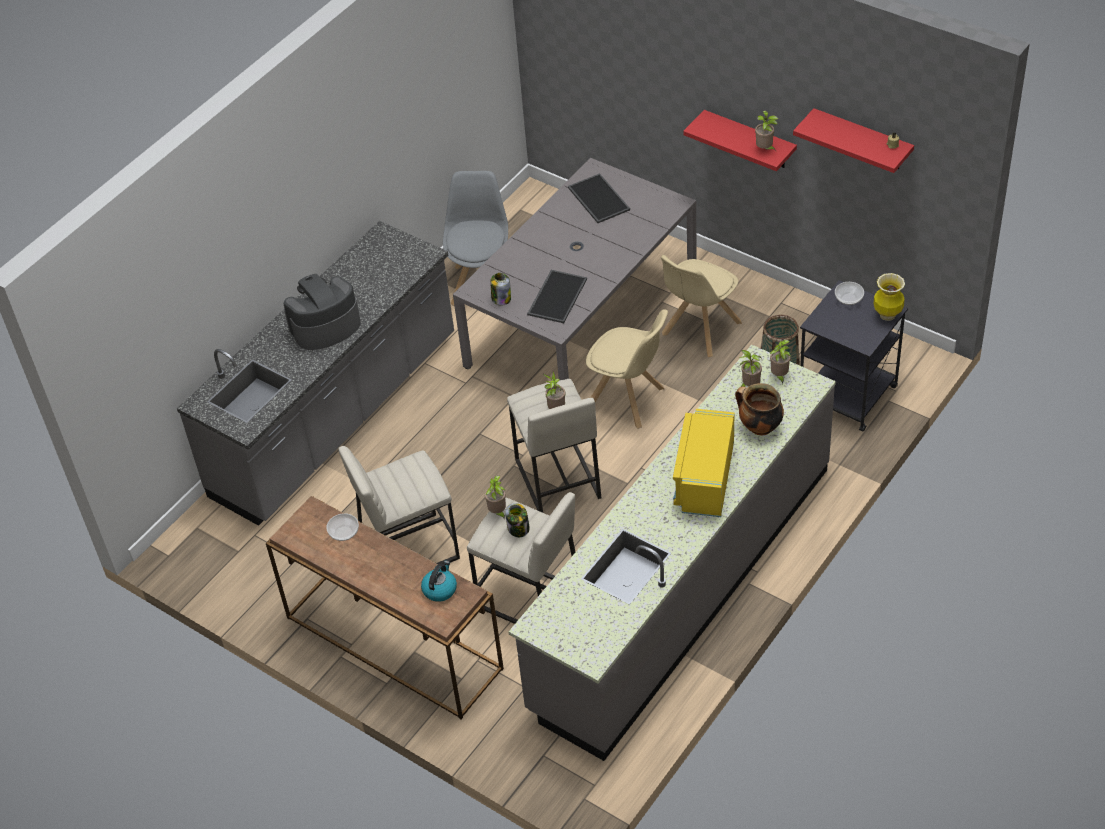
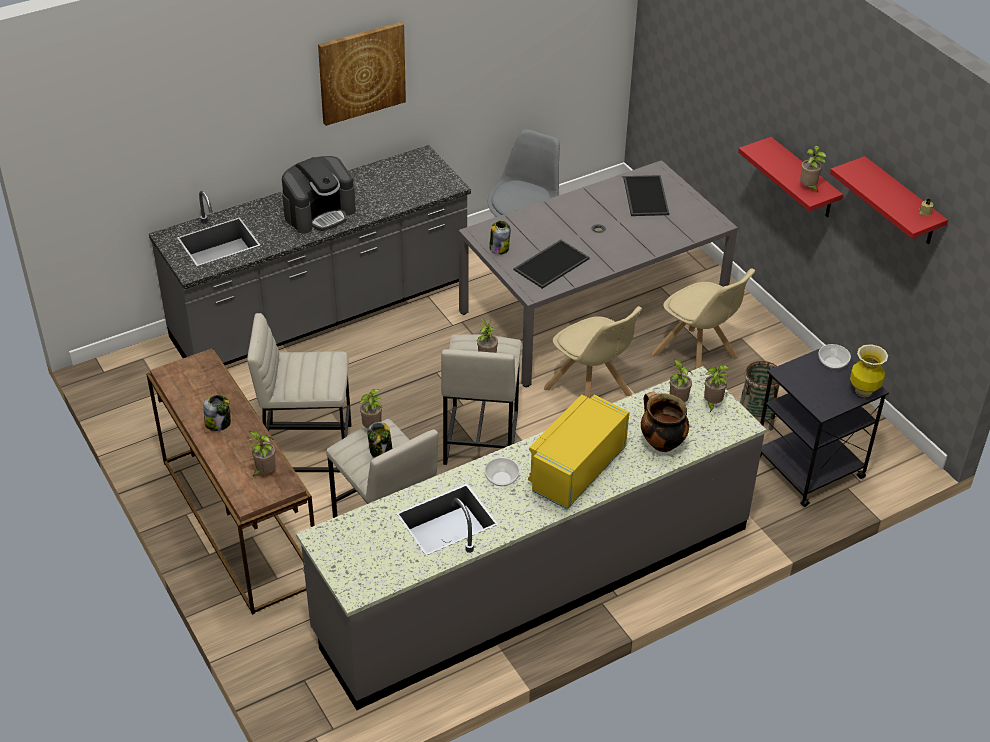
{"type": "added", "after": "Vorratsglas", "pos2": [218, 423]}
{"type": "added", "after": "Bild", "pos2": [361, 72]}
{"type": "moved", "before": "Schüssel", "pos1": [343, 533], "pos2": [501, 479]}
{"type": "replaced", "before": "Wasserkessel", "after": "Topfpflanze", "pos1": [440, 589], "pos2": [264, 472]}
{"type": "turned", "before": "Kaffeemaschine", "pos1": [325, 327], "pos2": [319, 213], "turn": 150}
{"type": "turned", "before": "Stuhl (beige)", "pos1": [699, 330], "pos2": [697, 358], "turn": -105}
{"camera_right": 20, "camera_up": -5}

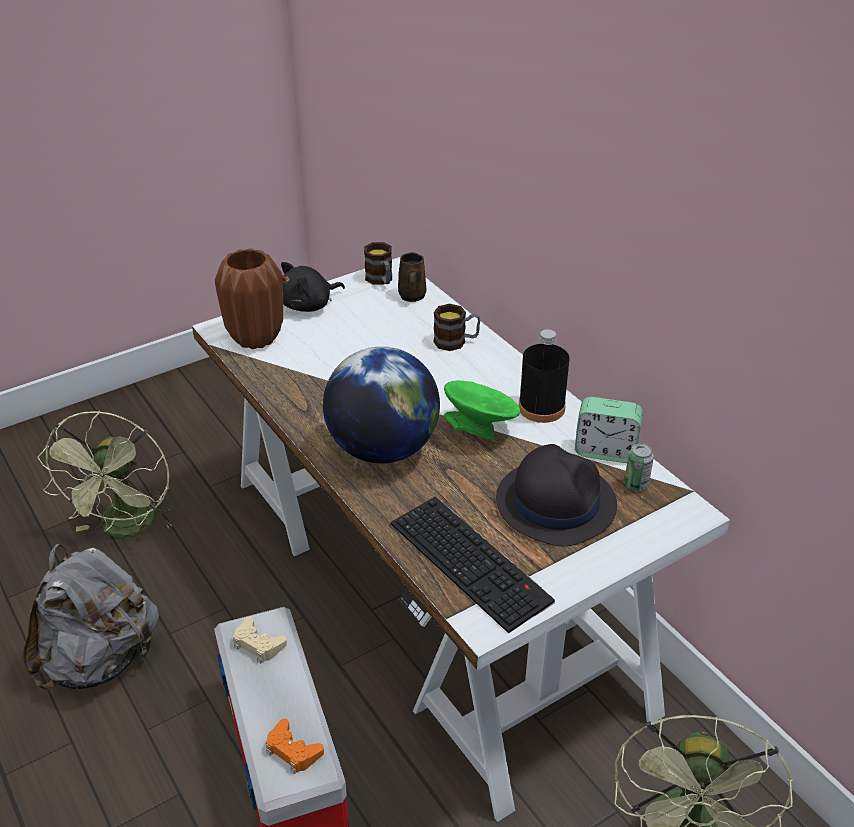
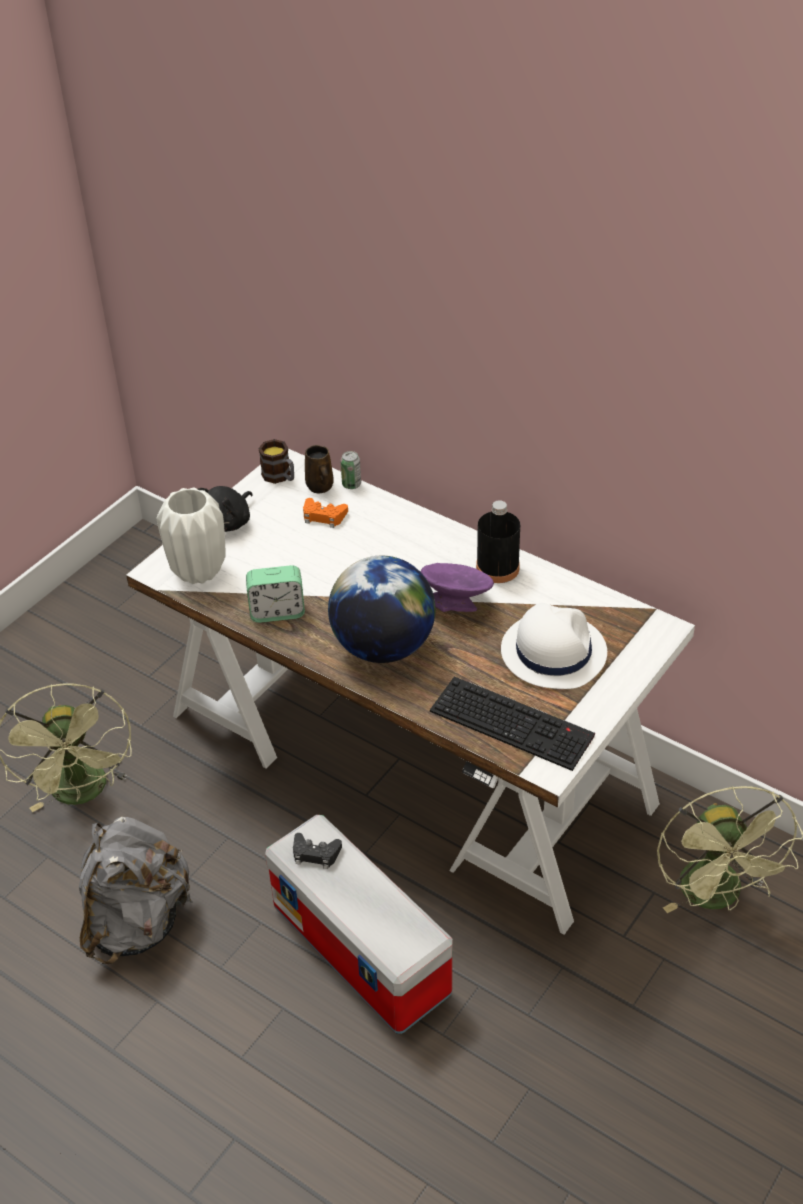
{"type": "removed", "before": "Henkelbecher", "pos1": [456, 342]}
{"type": "moved", "before": "Gamepad (orange)", "pos1": [293, 751], "pos2": [324, 516]}
{"type": "moved", "before": "Wecker", "pos1": [605, 451], "pos2": [277, 612]}
{"type": "moved", "before": "Dose", "pos1": [636, 484], "pos2": [351, 484]}
{"type": "recoloured", "before": "Vase (braun)", "after": "Vase (weiß)", "pos1": [256, 337], "pos2": [198, 570]}
{"type": "recoloured", "before": "Gamepad (beige)", "after": "Gamepad (schwarz)", "pos1": [258, 644], "pos2": [315, 854]}
{"type": "recoloured", "before": "Schüssel (grün)", "after": "Schüssel (lila)", "pos1": [479, 429], "pos2": [455, 604]}
{"type": "recoloured", "before": "Hut (schwarz)", "after": "Hut (weiß)", "pos1": [555, 502], "pos2": [553, 651]}
{"camera_right": -20, "camera_up": 5}

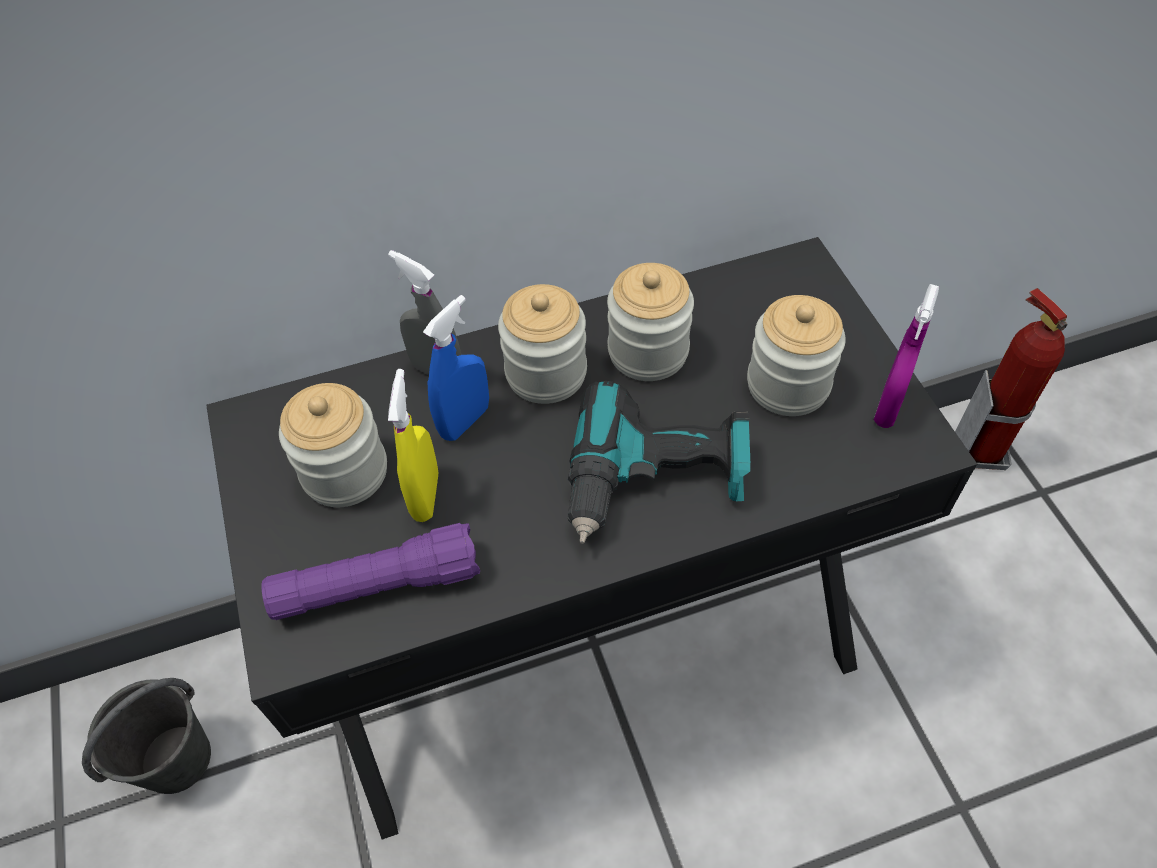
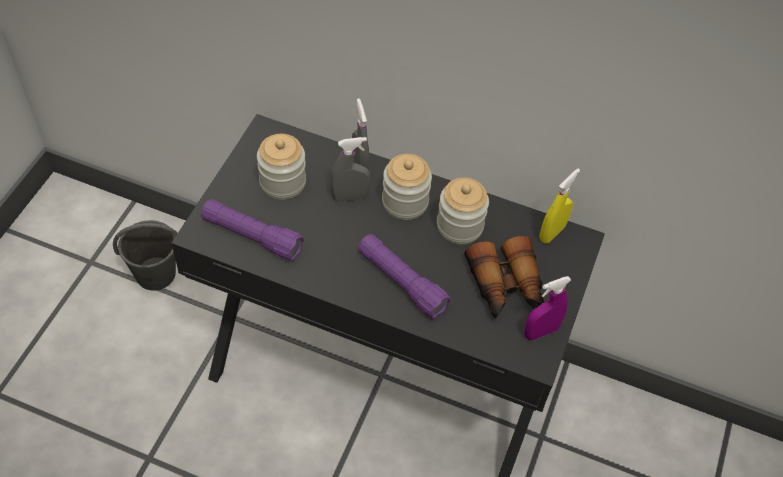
{"type": "removed", "before": "Feuerlöscher", "pos1": [980, 449]}
{"type": "moved", "before": "Sprühflasche (gelb)", "pos1": [426, 496], "pos2": [552, 233]}
{"type": "replaced", "before": "Bohrmaschine", "after": "Taschenlampe (lila)", "pos1": [656, 481], "pos2": [401, 282]}
{"type": "replaced", "before": "Vorratsglas", "after": "Fernglas", "pos1": [788, 384], "pos2": [506, 287]}
{"type": "recoloured", "before": "Sprühflasche (blau)", "after": "Sprühflasche (grau)", "pos1": [465, 421], "pos2": [350, 197]}
{"camera_right": 35, "camera_up": 0}

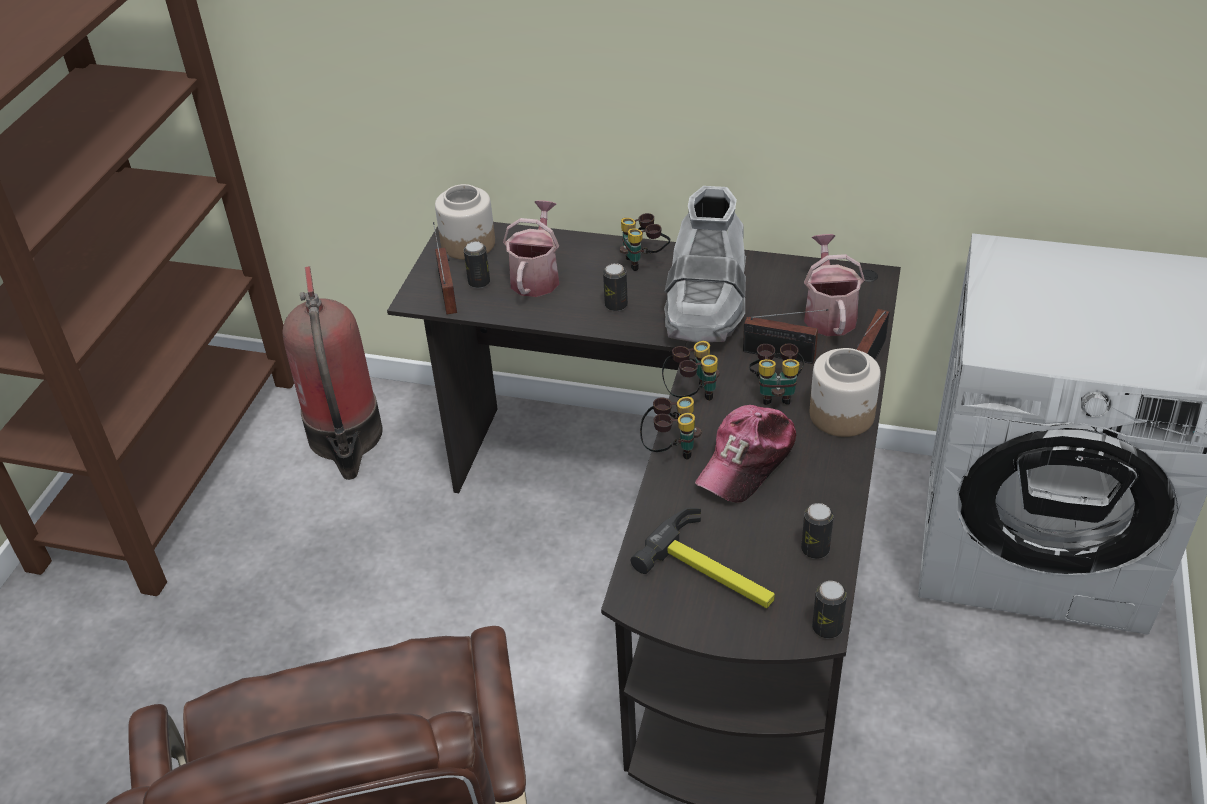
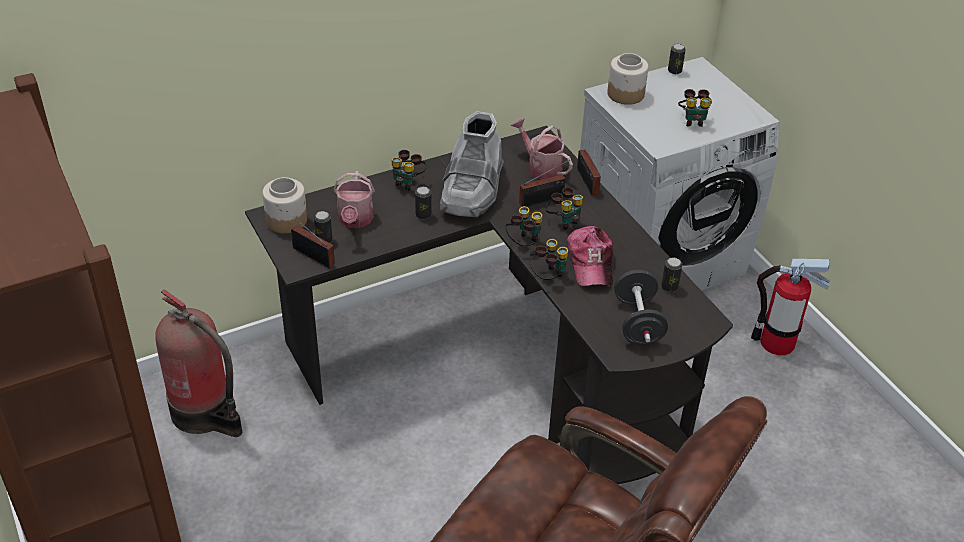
{"type": "added", "after": "Fernglas", "pos2": [693, 120]}
{"type": "added", "after": "Feuerlöscher", "pos2": [777, 343]}
{"type": "moved", "before": "Vorratsglas", "pos1": [842, 415], "pos2": [626, 94]}
{"type": "moved", "before": "Dose", "pos1": [827, 628], "pos2": [674, 71]}
{"type": "replaced", "before": "Hammer", "after": "Hantel (schwarz)", "pos1": [714, 571], "pos2": [638, 322]}
{"type": "turned", "before": "Gießkanne", "pos1": [536, 276], "pos2": [355, 220], "turn": -150}
{"type": "turned", "before": "Stiefel (grau)", "pos1": [706, 304], "pos2": [472, 191], "turn": 45}
{"camera_right": -45, "camera_up": 0}

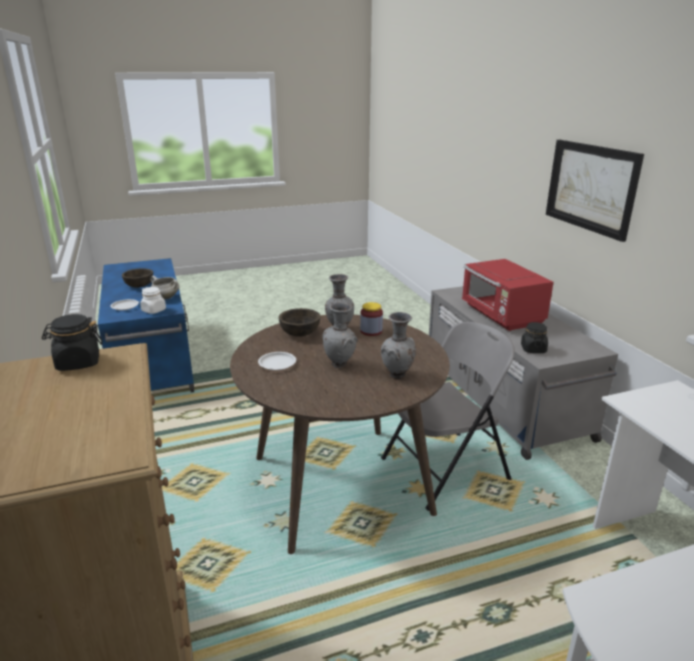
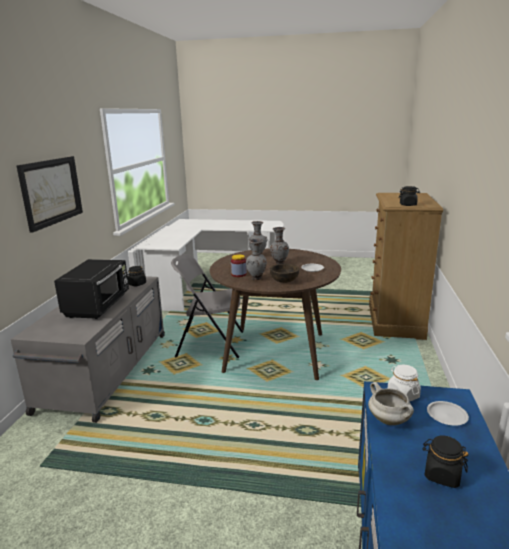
{"type": "replaced", "before": "Schüssel (braun)", "after": "Vorratsglas (schwarz)", "pos1": [139, 286], "pos2": [442, 475]}
{"type": "recoloured", "before": "Mikrowelle (rot)", "after": "Mikrowelle (schwarz)", "pos1": [501, 316], "pos2": [98, 306]}
{"camera_right": -150, "camera_up": -5}

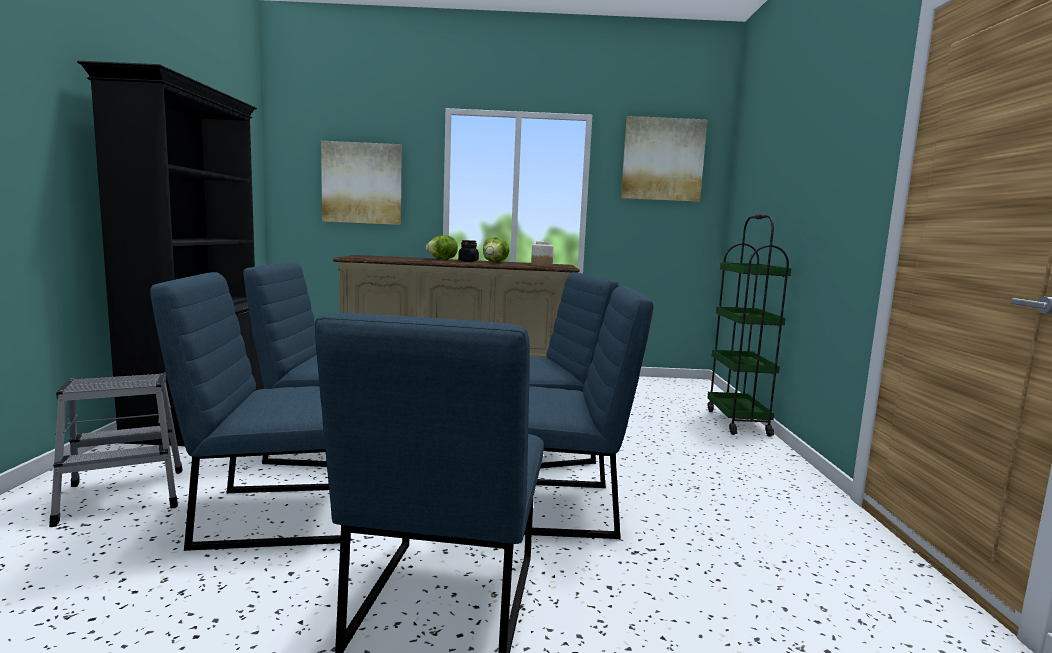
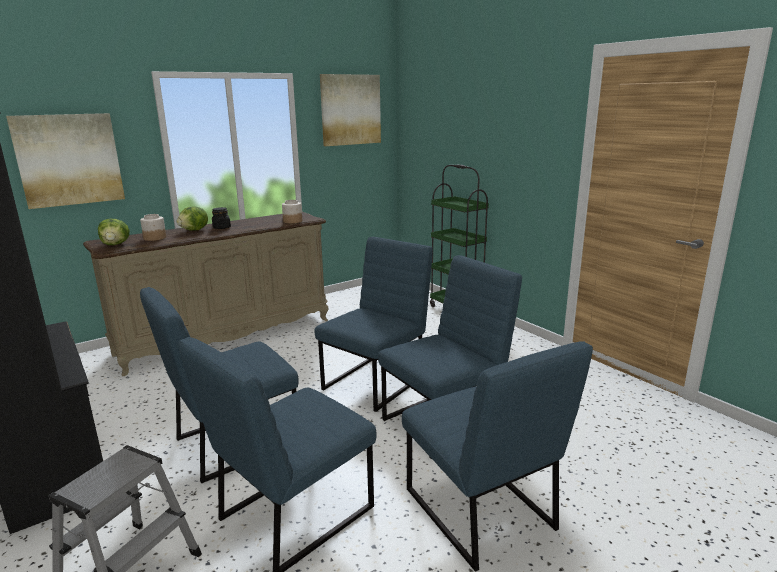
{"type": "added", "after": "Vorratsglas", "pos2": [154, 238]}
{"type": "moved", "before": "Salatkopf", "pos1": [495, 262], "pos2": [116, 244]}
{"camera_right": -35, "camera_up": 10}

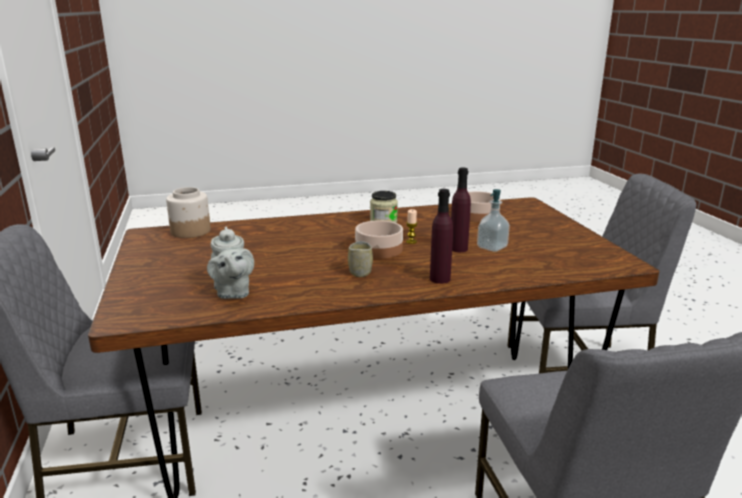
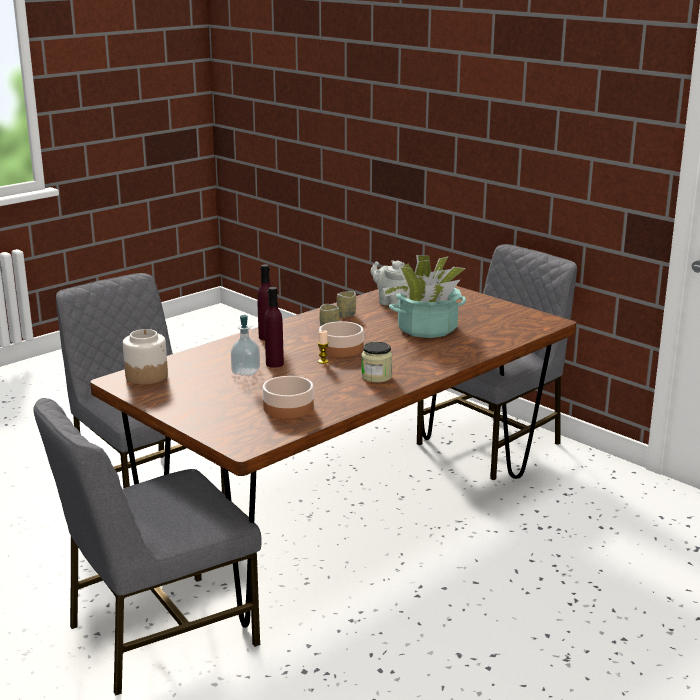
{"type": "added", "after": "Tasse", "pos2": [346, 315]}
{"type": "added", "after": "Topfpflanze", "pos2": [427, 328]}
{"type": "moved", "before": "Vorratsglas", "pos1": [190, 231], "pos2": [146, 376]}
{"camera_right": 150, "camera_up": 0}

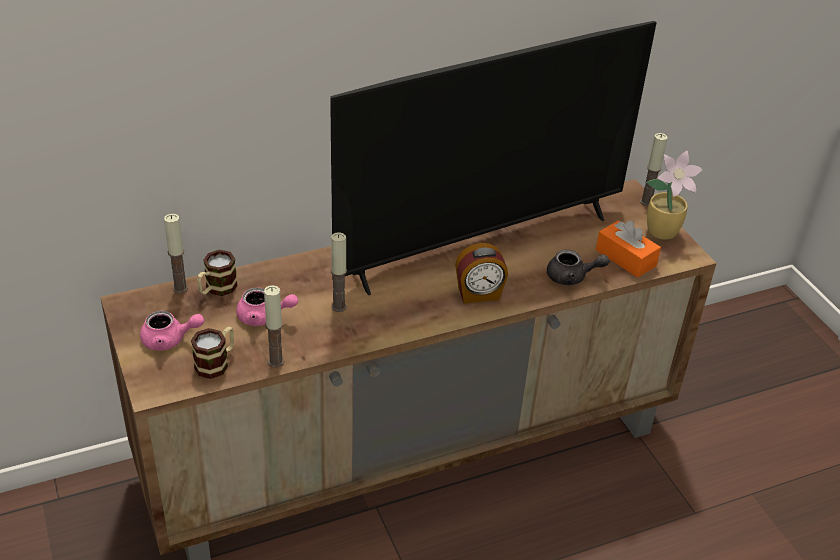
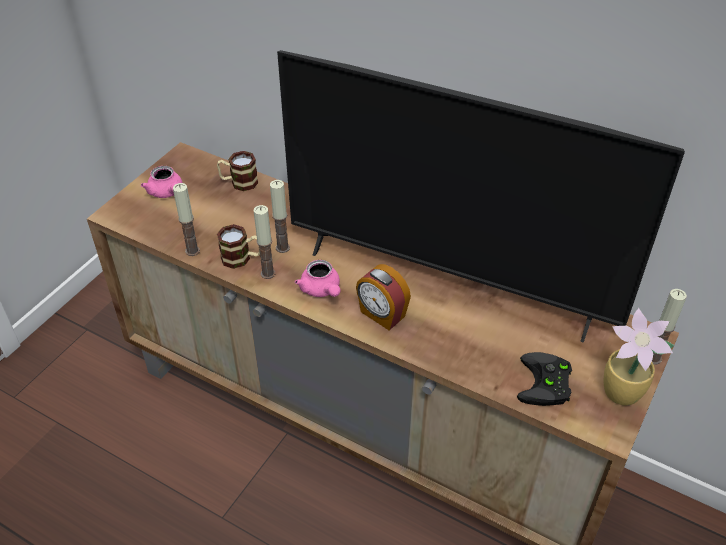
{"type": "removed", "before": "Teekanne (grau)", "pos1": [572, 277]}
{"type": "moved", "before": "Kerze", "pos1": [180, 288], "pos2": [268, 273]}
{"type": "moved", "before": "Henkelbecher", "pos1": [216, 362], "pos2": [242, 258]}
{"type": "moved", "before": "Teekanne (rosa)", "pos1": [264, 317], "pos2": [321, 290]}
{"type": "replaced", "before": "Taschentuchbox (orange)", "after": "Gamepad (schwarz)", "pos1": [625, 258], "pos2": [546, 385]}
{"camera_right": 55, "camera_up": 5}

